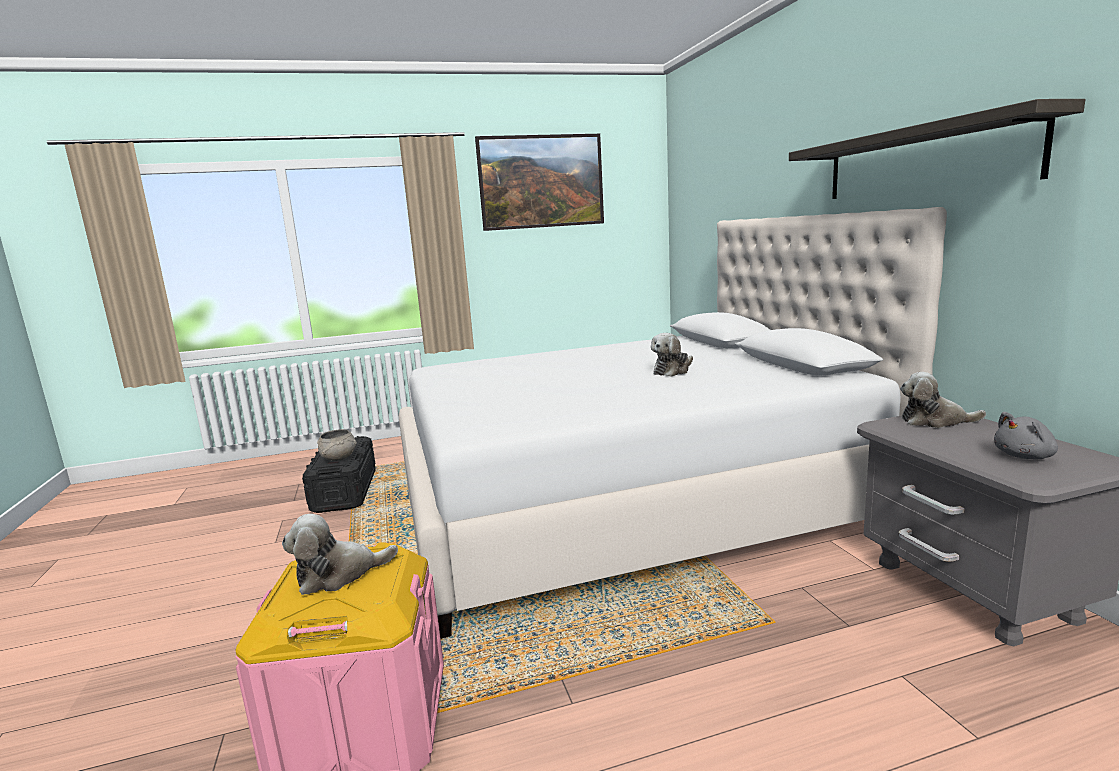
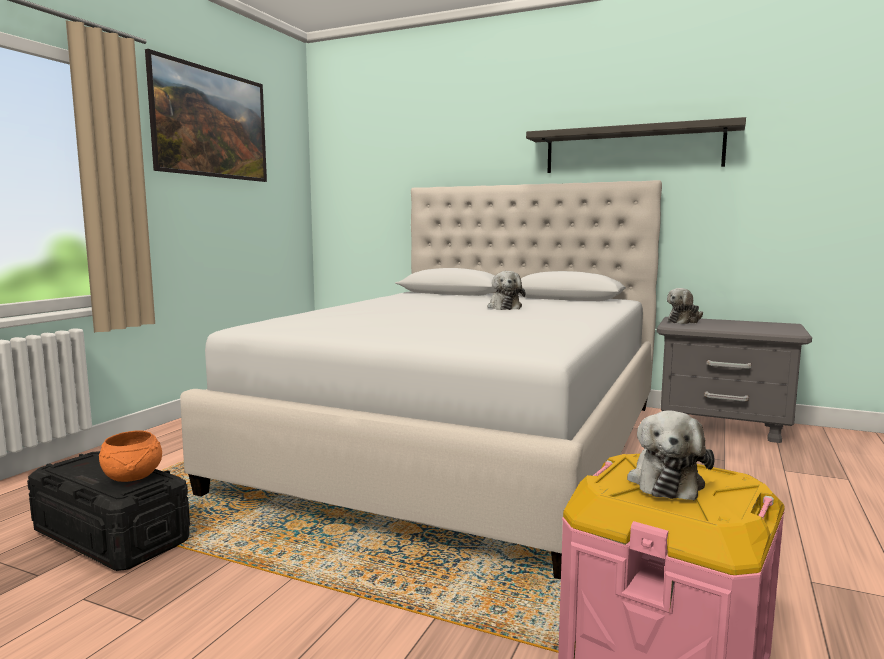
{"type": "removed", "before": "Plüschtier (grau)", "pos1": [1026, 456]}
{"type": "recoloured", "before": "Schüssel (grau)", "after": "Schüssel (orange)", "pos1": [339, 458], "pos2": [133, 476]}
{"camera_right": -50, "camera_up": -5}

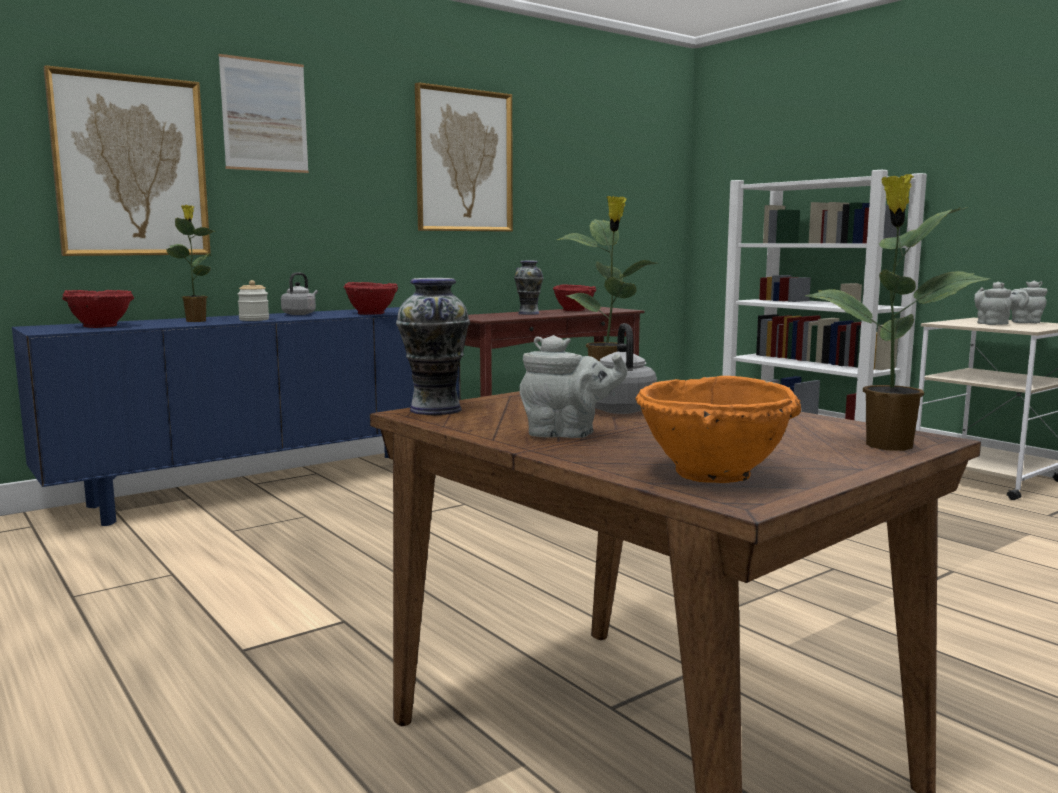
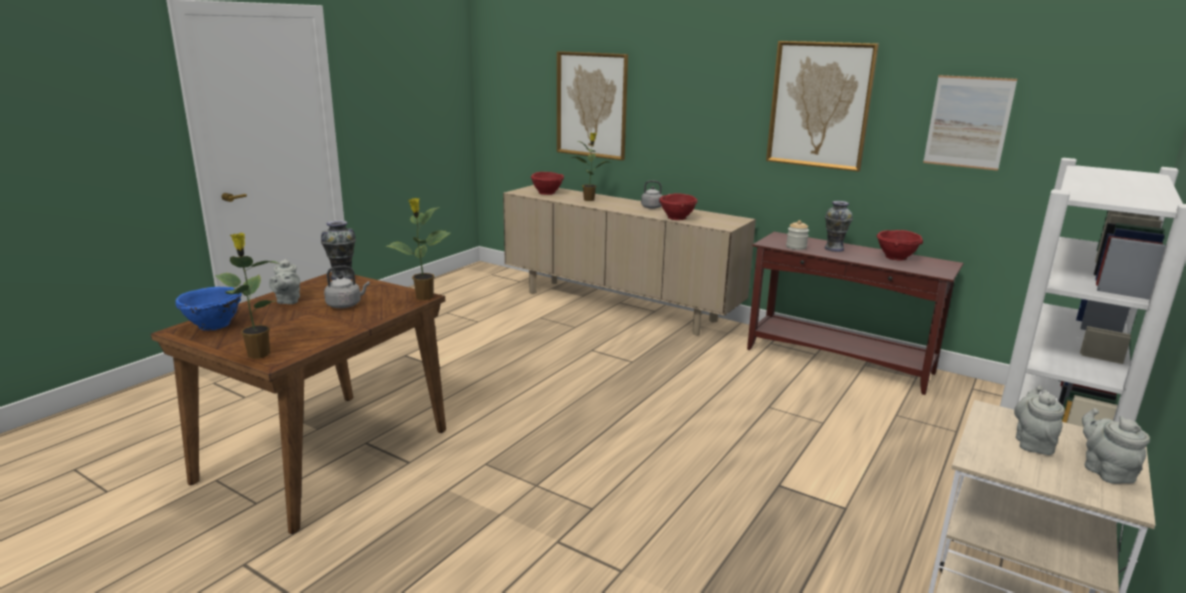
{"type": "moved", "before": "Bild", "pos1": [264, 116], "pos2": [968, 122]}
{"type": "moved", "before": "Vorratsglas", "pos1": [254, 320], "pos2": [796, 247]}
{"type": "recoloured", "before": "Schrank (blau)", "after": "Schrank (beige)", "pos1": [267, 485], "pos2": [619, 306]}
{"type": "recoloured", "before": "Schüssel (orange)", "after": "Schüssel (blau)", "pos1": [714, 475], "pos2": [213, 325]}
{"type": "turned", "before": "Teekanne (grau)", "pos1": [990, 323], "pos2": [1032, 443], "turn": -45}
{"camera_right": 70, "camera_up": 10}

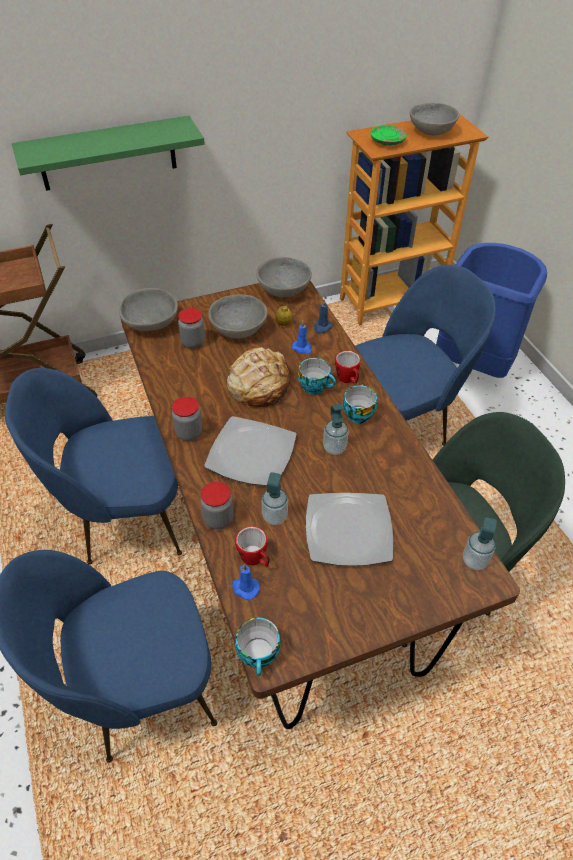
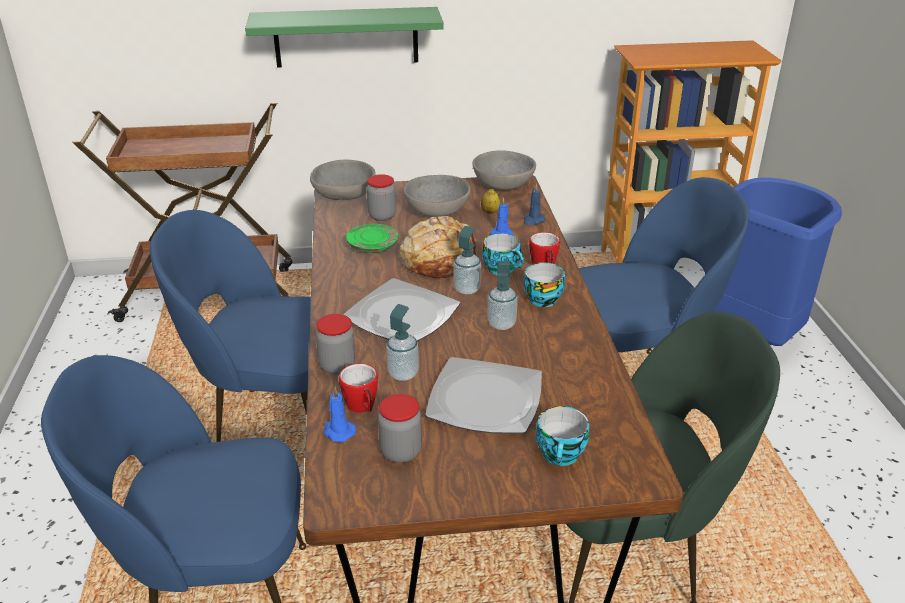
{"type": "removed", "before": "Schüssel (grau)", "pos1": [431, 131]}
{"type": "moved", "before": "Vorratsglas", "pos1": [189, 433], "pos2": [401, 452]}
{"type": "moved", "before": "Tasse", "pos1": [259, 655], "pos2": [561, 455]}
{"type": "moved", "before": "Teller (grün)", "pos1": [387, 141], "pos2": [372, 246]}
{"type": "moved", "before": "Seifenspender", "pos1": [474, 560], "pos2": [467, 289]}
{"camera_right": 15, "camera_up": -15}

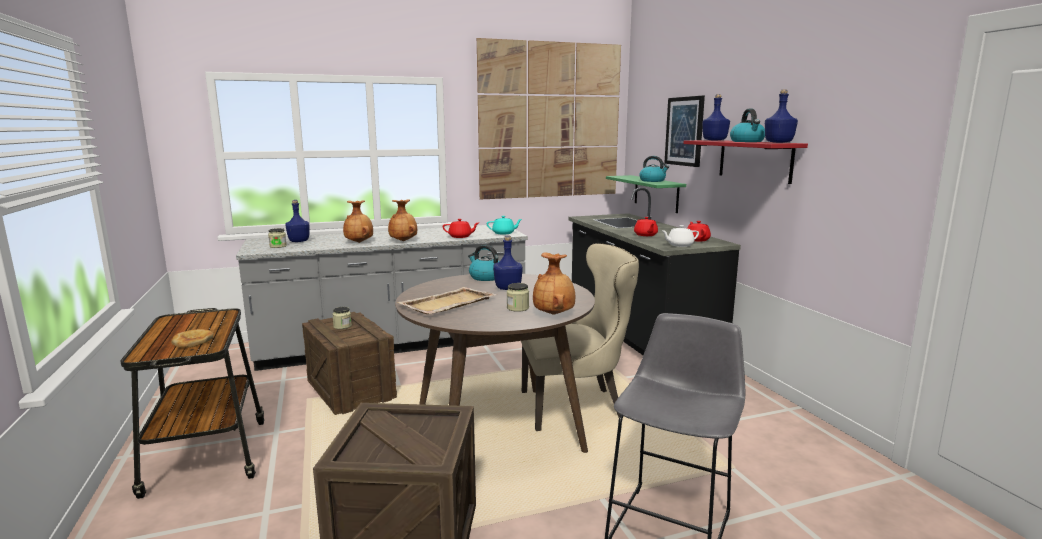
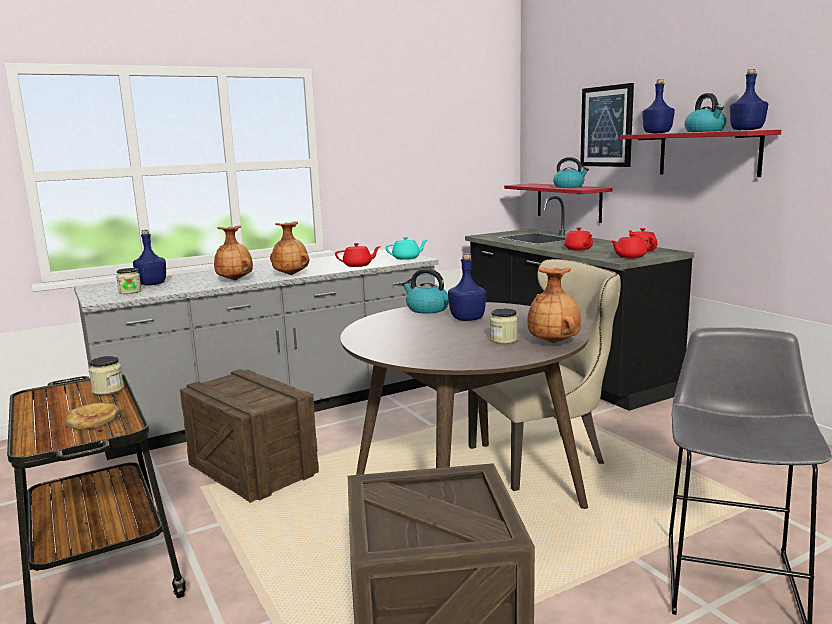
{"type": "removed", "before": "Tablett (beige)", "pos1": [447, 303]}
{"type": "removed", "before": "Bild", "pos1": [550, 121]}
{"type": "moved", "before": "Vorratsglas", "pos1": [342, 326], "pos2": [108, 389]}
{"type": "recoloured", "before": "Wandregal (grün)", "after": "Wandregal (rot)", "pos1": [656, 193], "pos2": [568, 202]}
{"type": "recoloured", "before": "Teekanne (weiß)", "after": "Teekanne (rot)", "pos1": [679, 245], "pos2": [629, 257]}
{"camera_right": -10, "camera_up": 0}

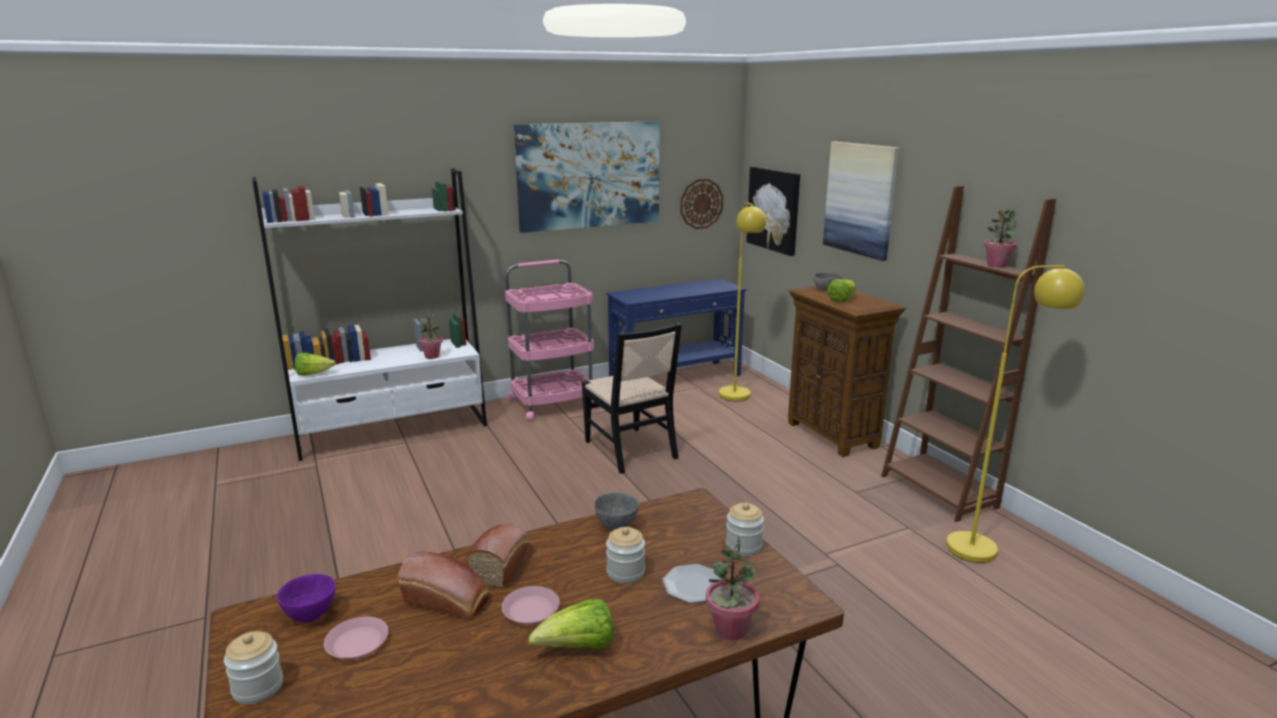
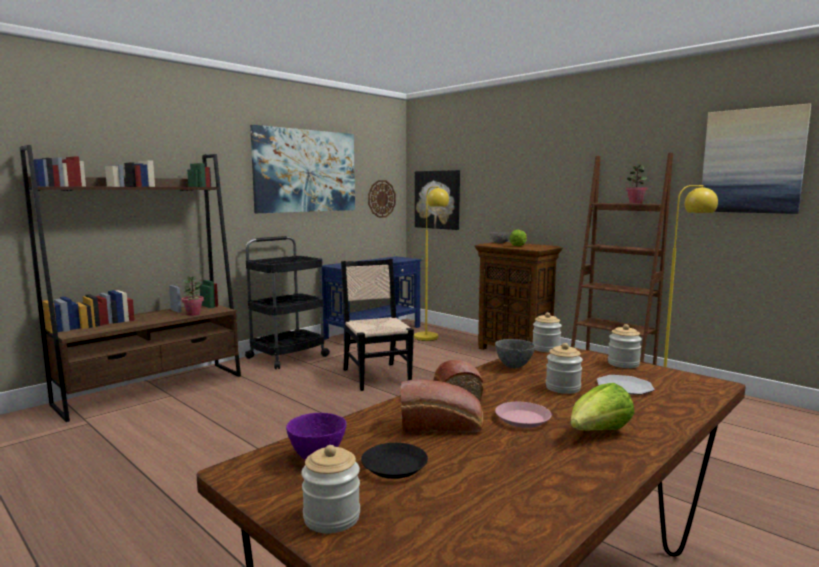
{"type": "removed", "before": "Salatkopf", "pos1": [313, 374]}
{"type": "removed", "before": "Topfpflanze", "pos1": [730, 630]}
{"type": "added", "after": "Vorratsglas", "pos2": [546, 349]}
{"type": "moved", "before": "Bild", "pos1": [860, 199], "pos2": [752, 161]}
{"type": "recoloured", "before": "Bücherregal (weiß)", "after": "Bücherregal (braun)", "pos1": [393, 431], "pos2": [153, 389]}
{"type": "recoloured", "before": "Teller (rosa)", "after": "Teller (schwarz)", "pos1": [357, 643], "pos2": [395, 466]}
{"type": "recoloured", "before": "Rollwagen (rosa)", "after": "Rollwagen (schwarz)", "pos1": [552, 404], "pos2": [288, 357]}
{"type": "turned", "before": "Stuhl", "pos1": [630, 450], "pos2": [377, 377], "turn": -150}
{"camera_right": -20, "camera_up": -10}

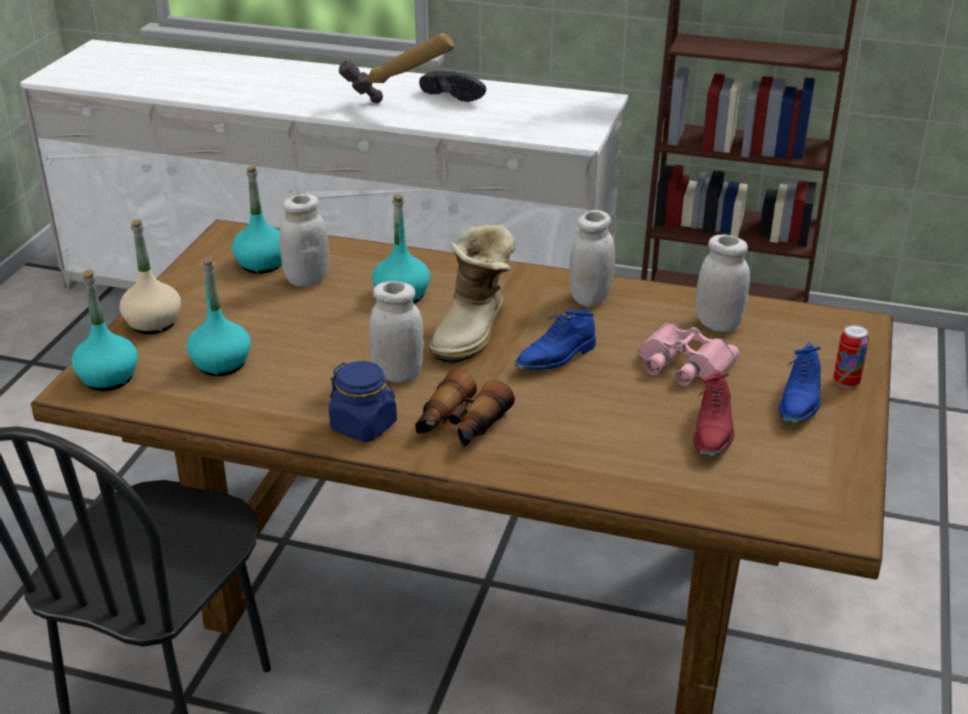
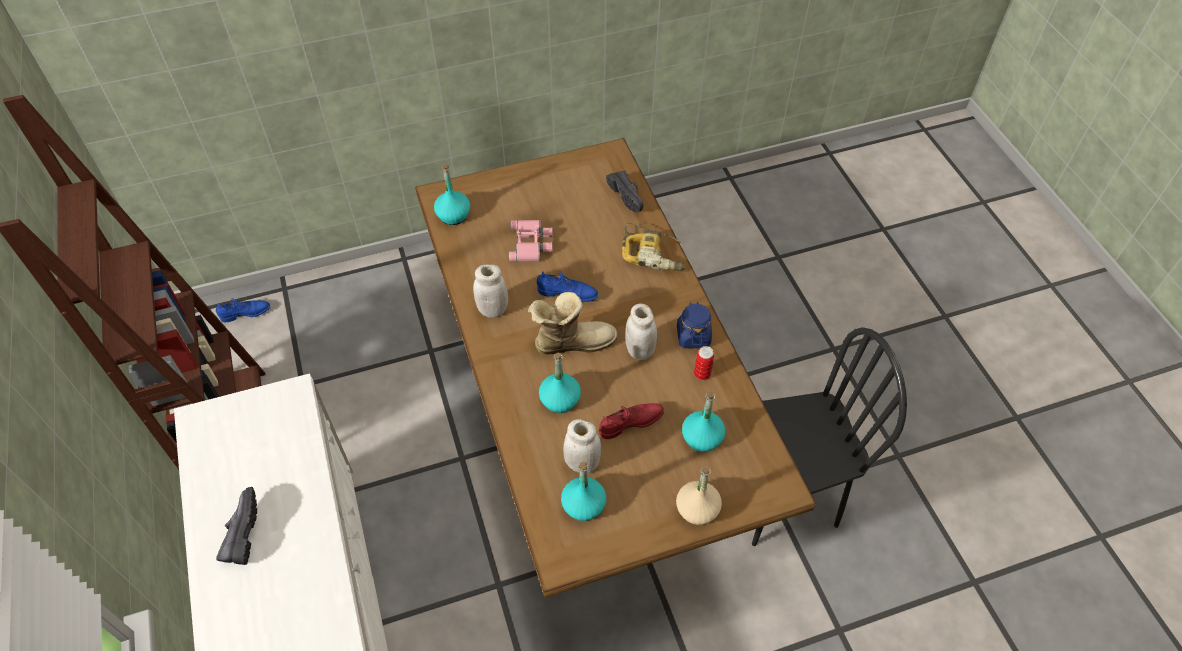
{"type": "removed", "before": "Hammer", "pos1": [397, 113]}
{"type": "removed", "before": "Fernglas", "pos1": [460, 426]}
{"type": "removed", "before": "Vorratsglas (weiß)", "pos1": [718, 324]}
{"type": "added", "after": "Schuh (schwarz)", "pos2": [628, 196]}
{"type": "added", "after": "Bohrmaschine", "pos2": [653, 253]}
{"type": "moved", "before": "Flasche (türkis)", "pos1": [108, 378], "pos2": [453, 215]}
{"type": "moved", "before": "Schuh (rot)", "pos1": [713, 432], "pos2": [631, 423]}
{"type": "moved", "before": "Schuh (blau)", "pos1": [800, 402], "pos2": [246, 313]}
{"type": "moved", "before": "Dose", "pos1": [846, 382], "pos2": [702, 374]}
{"camera_right": -125, "camera_up": 20}

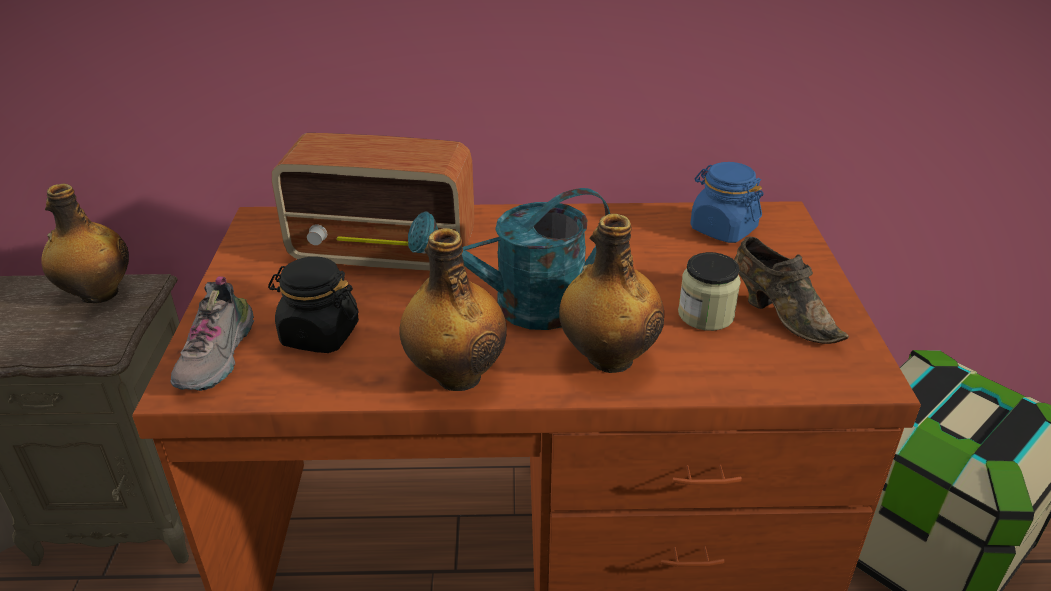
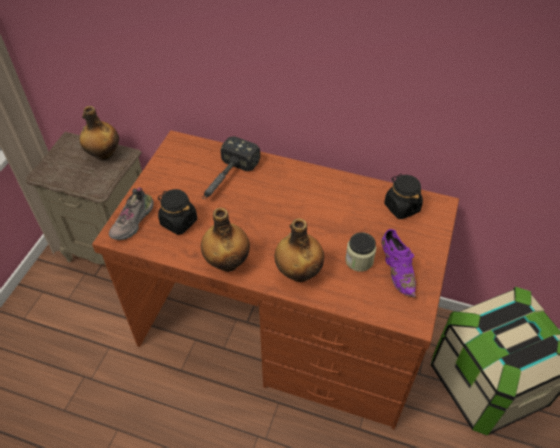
{"type": "removed", "before": "Gießkanne (türkis)", "pos1": [523, 308]}
{"type": "replaced", "before": "Radio", "after": "Hammer", "pos1": [385, 253], "pos2": [226, 179]}
{"type": "recoloured", "before": "Vorratsglas (blau)", "after": "Vorratsglas (schwarz)", "pos1": [722, 229], "pos2": [401, 207]}
{"type": "recoloured", "before": "Schuh (braun)", "after": "Schuh (lila)", "pos1": [780, 314], "pos2": [397, 270]}
{"camera_right": 20, "camera_up": 15}

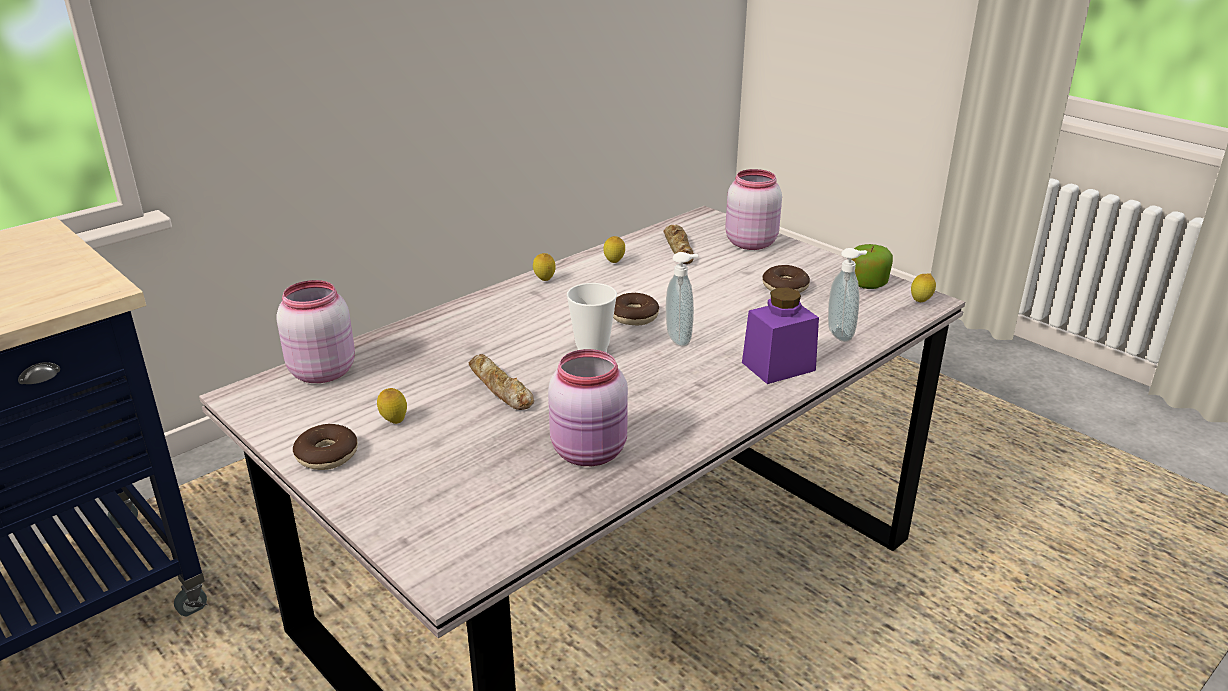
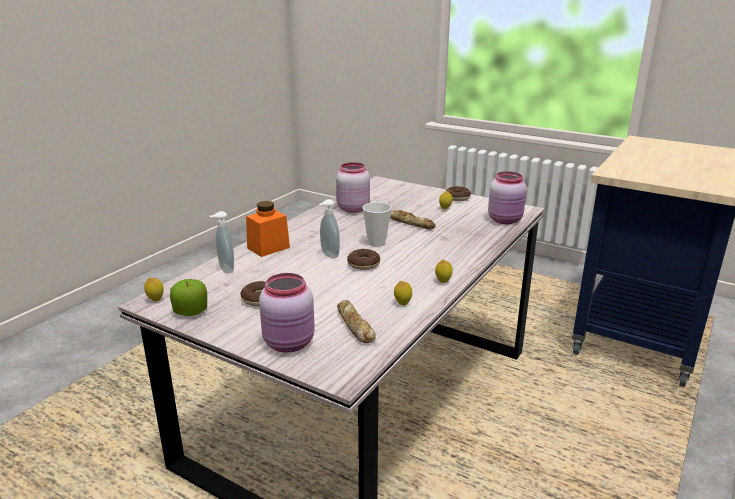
{"type": "recoloured", "before": "Vorratsglas (lila)", "after": "Vorratsglas (orange)", "pos1": [778, 366], "pos2": [268, 248]}
{"camera_right": 165, "camera_up": -5}

